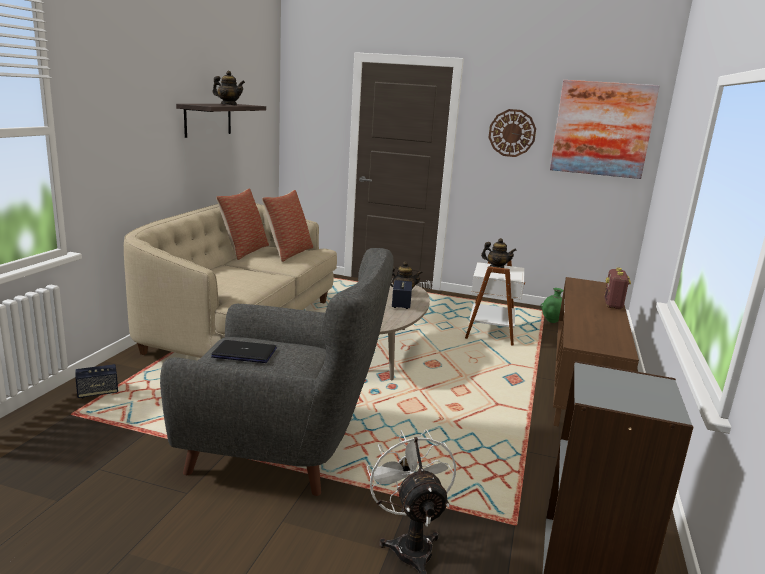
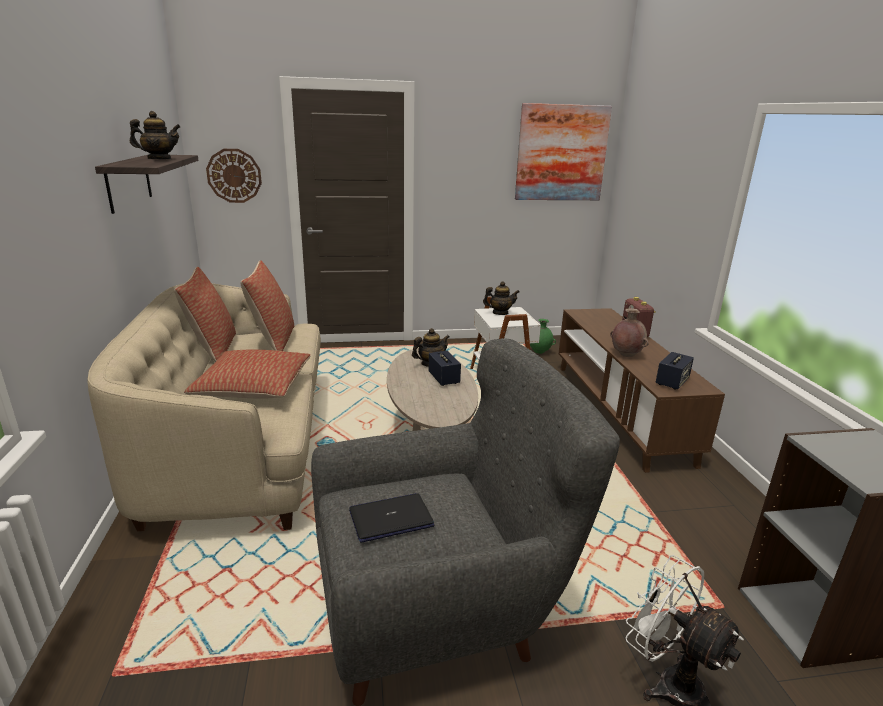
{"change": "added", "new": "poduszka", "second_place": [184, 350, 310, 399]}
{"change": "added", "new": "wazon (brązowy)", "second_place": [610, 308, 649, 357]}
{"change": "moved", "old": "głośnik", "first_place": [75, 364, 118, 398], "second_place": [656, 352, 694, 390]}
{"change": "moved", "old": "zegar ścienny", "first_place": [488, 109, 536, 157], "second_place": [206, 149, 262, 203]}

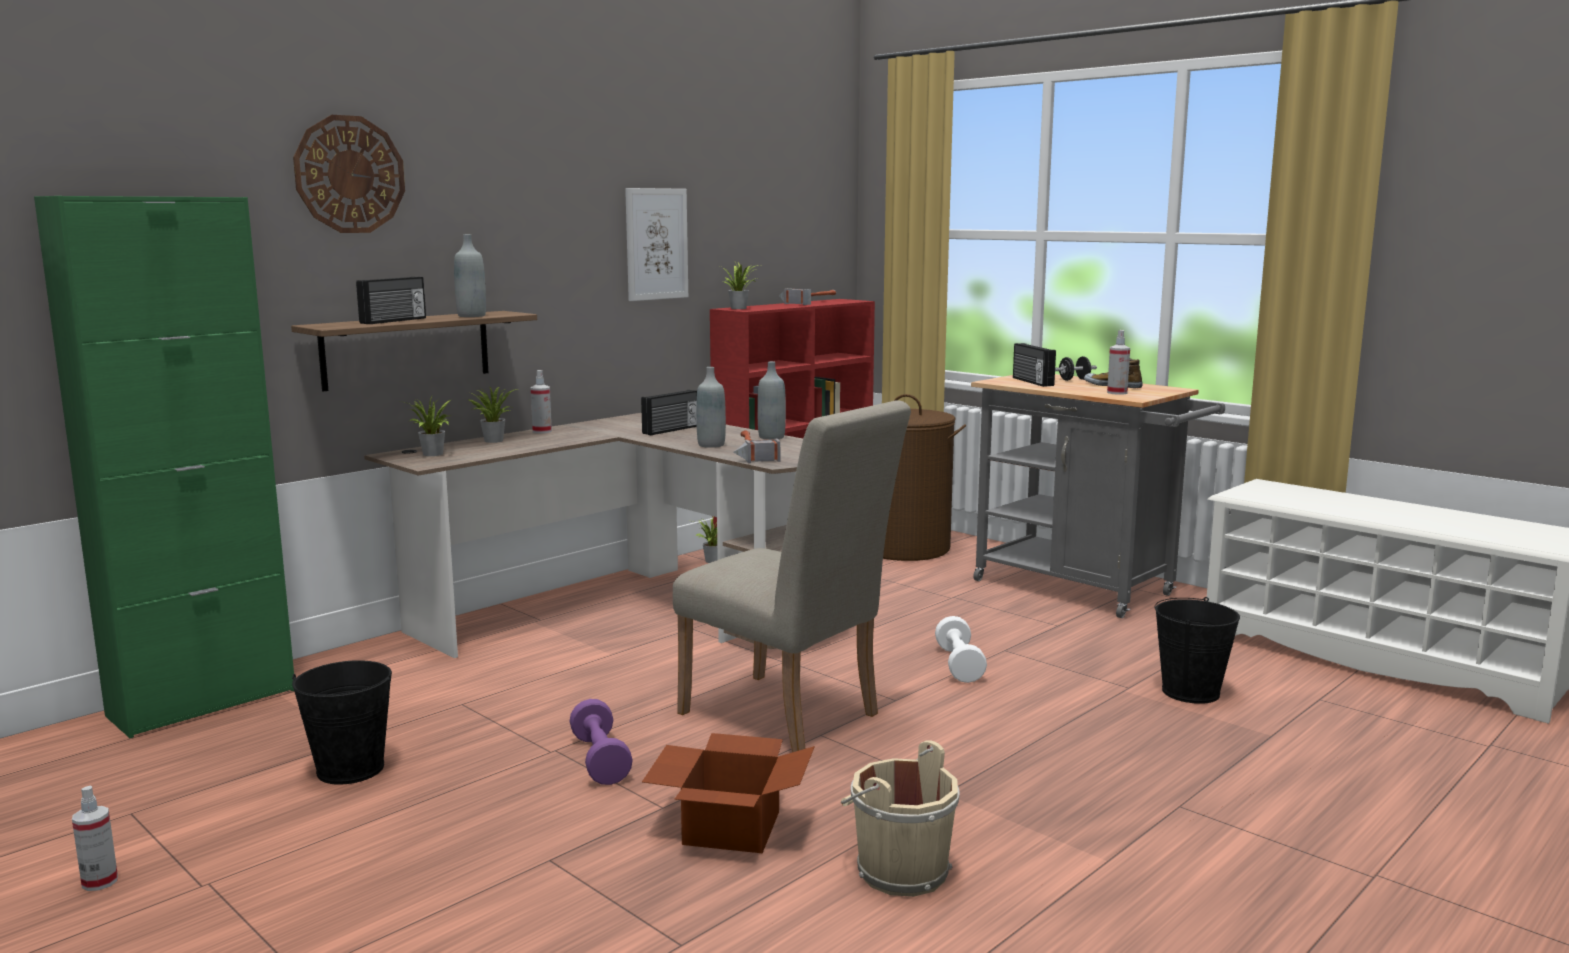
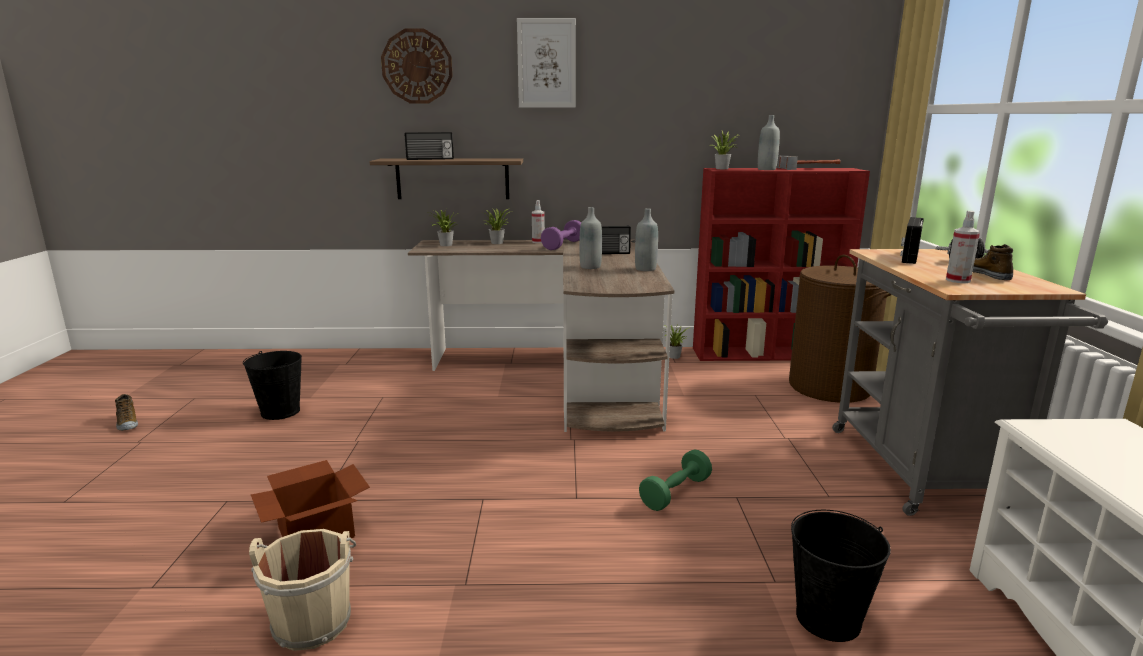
{"change": "removed", "old": "szafka (zielony)", "first_place": [34, 196, 294, 738]}
{"change": "removed", "old": "krzesło (beżowy)", "first_place": [673, 400, 911, 752]}
{"change": "removed", "old": "młotek", "first_place": [733, 430, 780, 463]}
{"change": "moved", "old": "butelka (szary)", "first_place": [454, 234, 486, 317], "second_place": [758, 115, 780, 170]}
{"change": "moved", "old": "hantel (fioletowy)", "first_place": [569, 699, 633, 785], "second_place": [541, 220, 581, 250]}
{"change": "moved", "old": "obraz", "first_place": [625, 188, 688, 301], "second_place": [517, 18, 576, 108]}
{"change": "replaced", "old": "spryskiwacz", "new": "but", "first_place": [72, 786, 118, 891], "second_place": [115, 394, 138, 431]}
{"change": "recoloured", "old": "hantel (biały)", "new": "hantel (zielony)", "first_place": [935, 616, 987, 683], "second_place": [639, 449, 712, 511]}

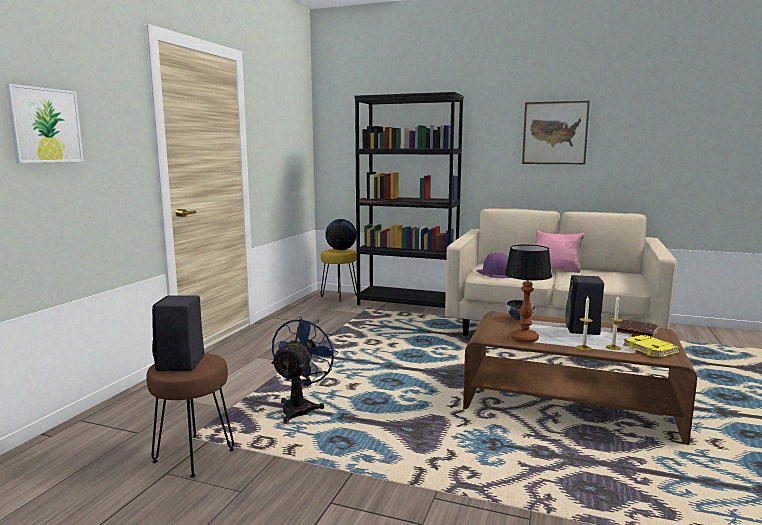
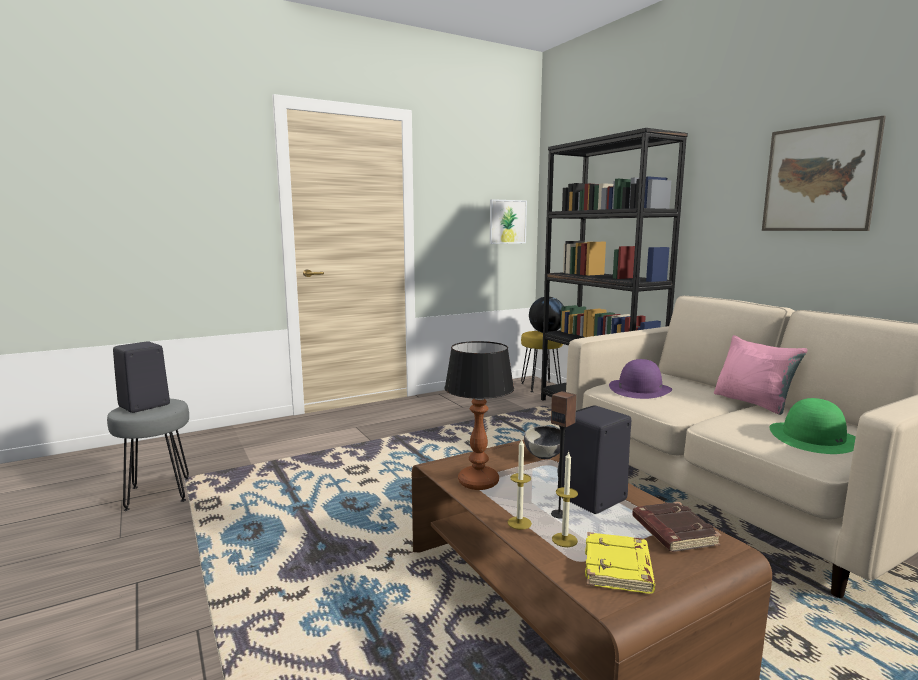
{"change": "removed", "old": "wentylator (niebieski)", "first_place": [271, 316, 339, 423]}
{"change": "added", "new": "głośnik", "second_place": [551, 391, 577, 519]}
{"change": "added", "new": "kapelusz (zielony)", "second_place": [769, 398, 856, 454]}
{"change": "moved", "old": "obraz", "first_place": [6, 84, 84, 163], "second_place": [490, 199, 527, 244]}
{"change": "recoloured", "old": "stołek (brązowy)", "new": "stołek (szary)", "first_place": [146, 353, 234, 478], "second_place": [107, 399, 189, 511]}

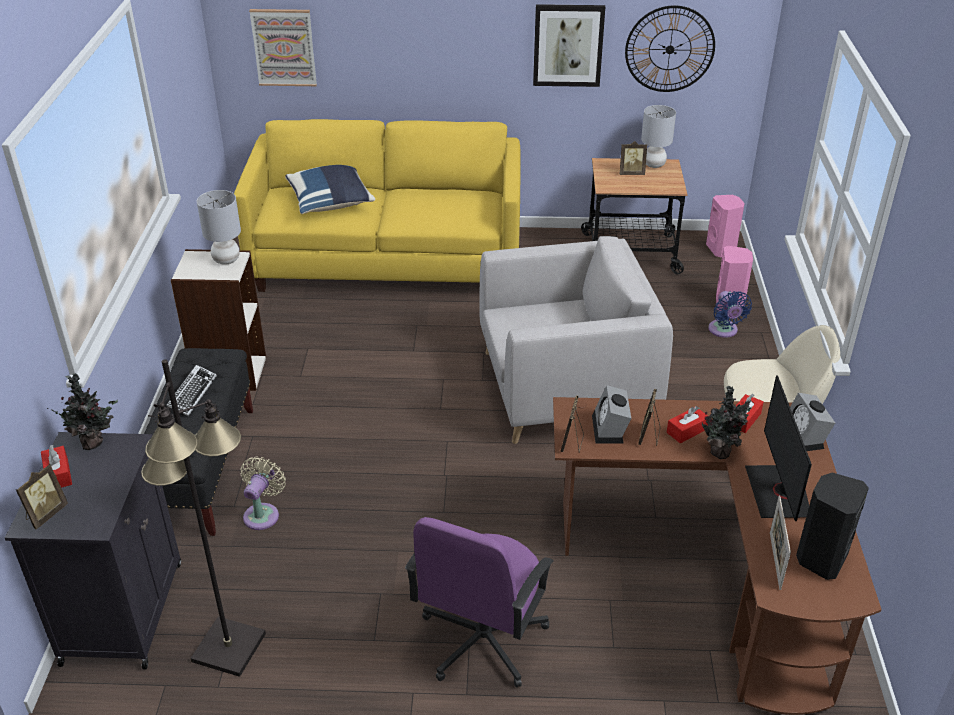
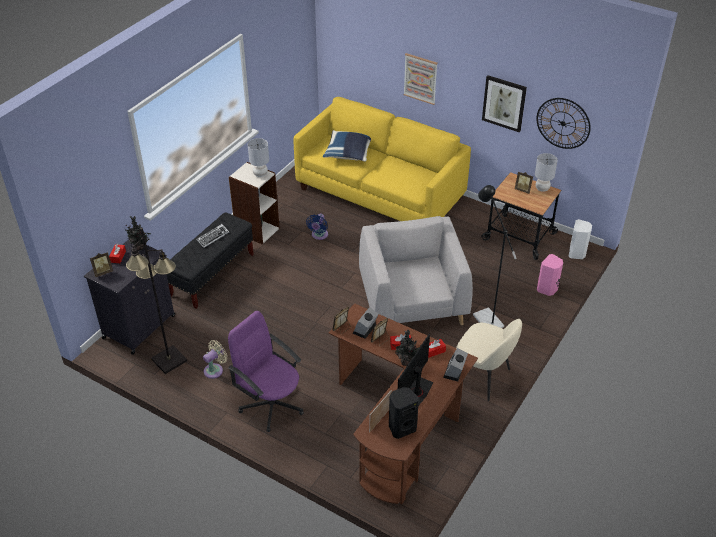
{"change": "added", "new": "lampa stojąca (czarny)", "second_place": [473, 185, 517, 328]}
{"change": "moved", "old": "wentylator (beżowy)", "first_place": [240, 457, 286, 530], "second_place": [203, 340, 227, 379]}
{"change": "moved", "old": "obraz", "first_place": [249, 9, 317, 86], "second_place": [403, 53, 438, 105]}
{"change": "moved", "old": "wentylator (niebieski)", "first_place": [709, 291, 752, 338], "second_place": [306, 213, 328, 240]}
{"change": "recoloured", "old": "głośnik (różowy)", "new": "głośnik (biały)", "first_place": [706, 195, 745, 257], "second_place": [569, 219, 592, 259]}
{"change": "turned", "old": "krzesło biurowe (fioletowy)", "first_place": [405, 517, 554, 687], "second_place": [228, 311, 304, 432], "degrees": 75}
{"change": "turned", "old": "fotel (szary)", "first_place": [479, 236, 673, 444], "second_place": [359, 216, 473, 325], "degrees": -120}

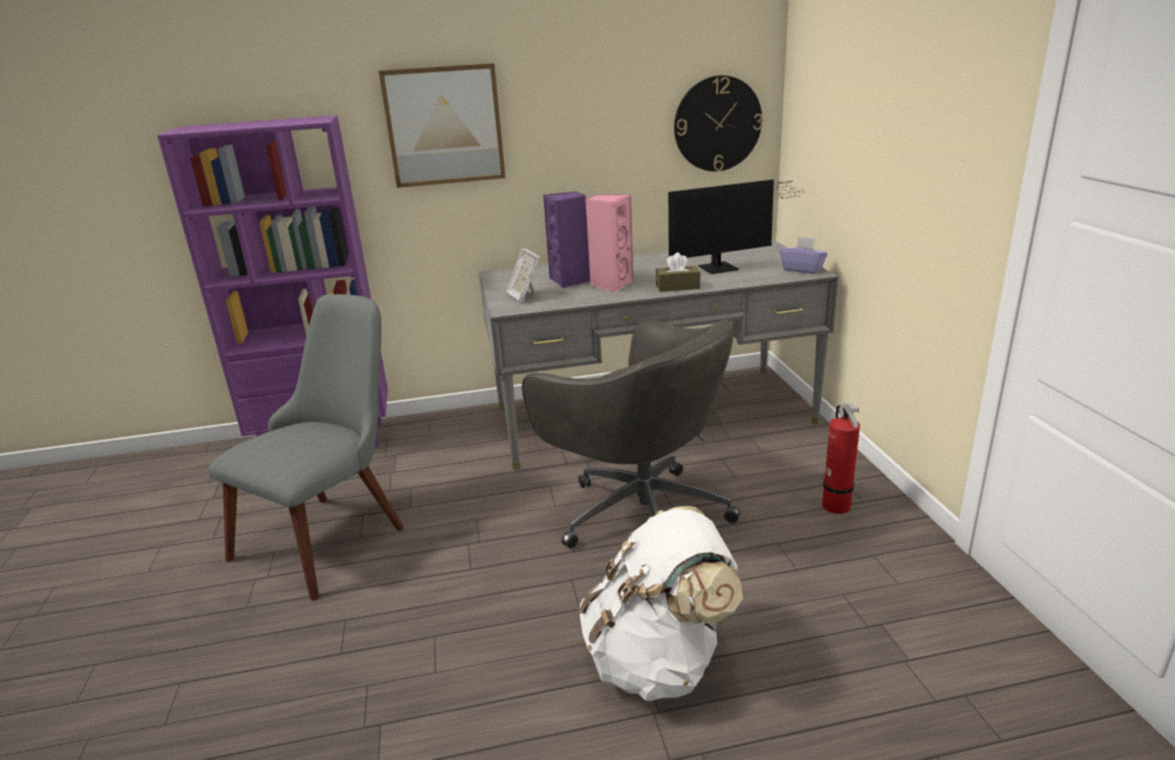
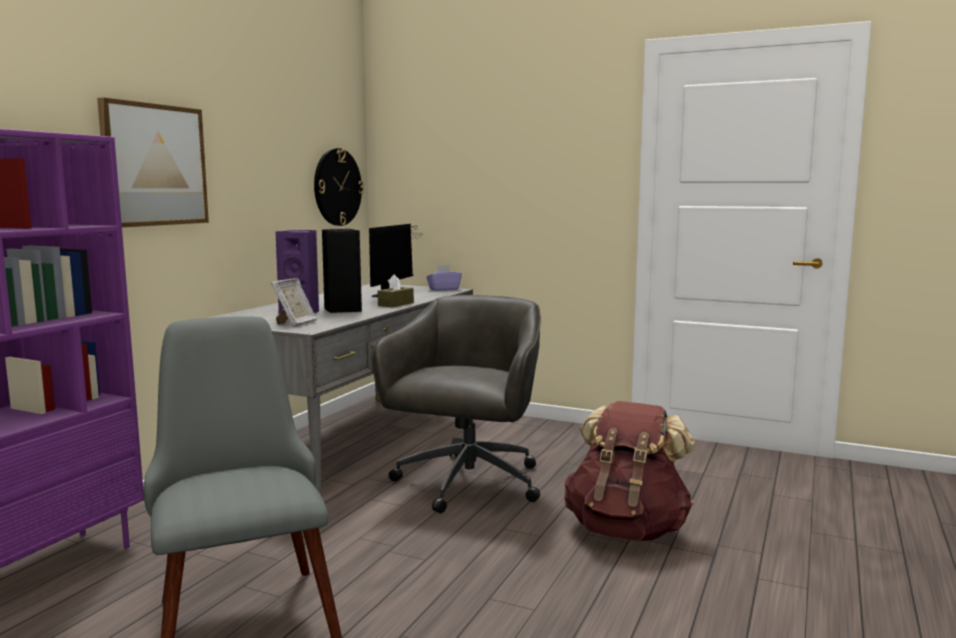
{"change": "removed", "old": "gaśnica", "first_place": [822, 402, 860, 514]}
{"change": "recoloured", "old": "plecak (biały)", "new": "plecak (brązowy)", "first_place": [579, 506, 743, 701], "second_place": [564, 401, 695, 541]}
{"change": "recoloured", "old": "głośnik (różowy)", "new": "głośnik (czarny)", "first_place": [585, 194, 633, 292], "second_place": [322, 229, 362, 313]}
{"change": "turned", "old": "ramka na zdjęcie", "first_place": [506, 248, 540, 303], "second_place": [271, 278, 317, 327], "degrees": -75}
{"change": "turned", "old": "krzesło biurowe (szary)", "first_place": [522, 320, 740, 548], "second_place": [371, 295, 541, 513], "degrees": -60}

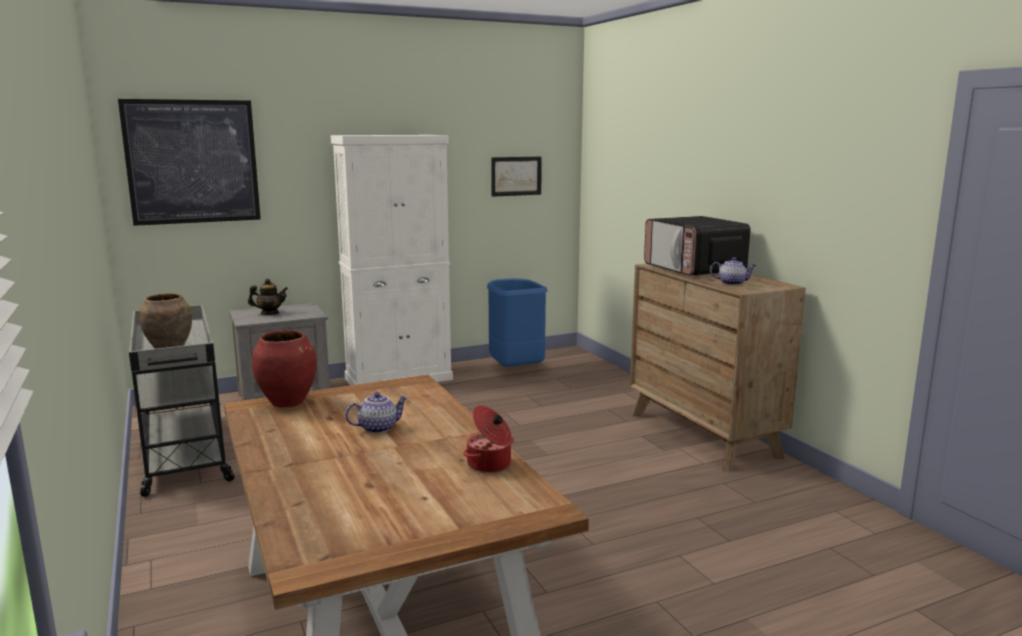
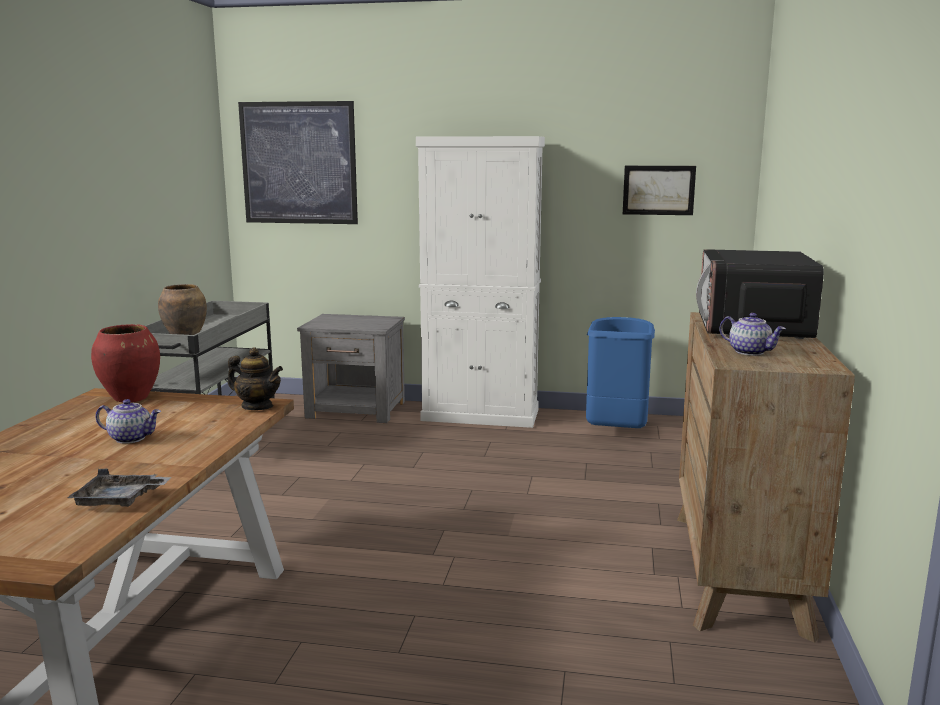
{"change": "moved", "old": "imbryk", "first_place": [248, 279, 288, 315], "second_place": [228, 347, 283, 410]}
{"change": "replaced", "old": "garnek", "new": "taca (szary)", "first_place": [463, 405, 514, 473], "second_place": [67, 469, 171, 507]}

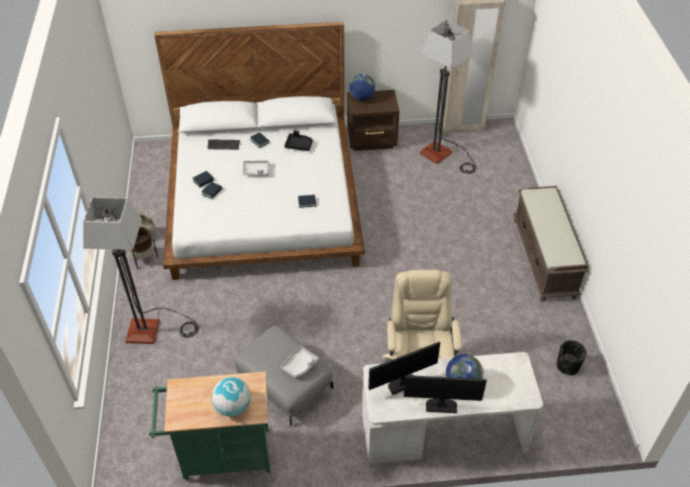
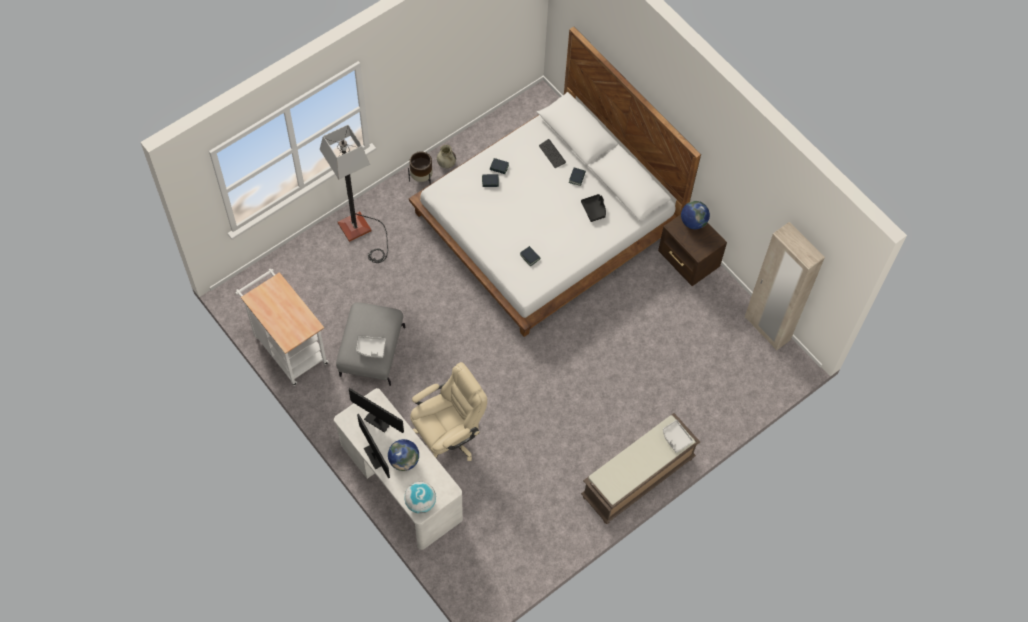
{"change": "removed", "old": "lampa stojąca", "first_place": [420, 20, 476, 174]}
{"change": "removed", "old": "donica (czarny)", "first_place": [557, 340, 587, 375]}
{"change": "moved", "old": "globus", "first_place": [211, 377, 251, 417], "second_place": [404, 482, 436, 514]}
{"change": "moved", "old": "taca (szary)", "first_place": [242, 160, 269, 177], "second_place": [663, 420, 693, 453]}
{"change": "recoloured", "old": "wózek (zielony)", "new": "wózek (biały)", "first_place": [149, 371, 271, 481], "second_place": [235, 269, 329, 386]}

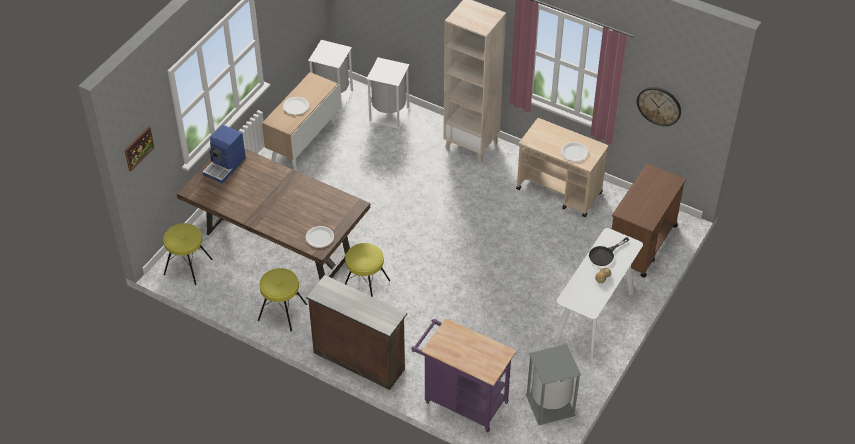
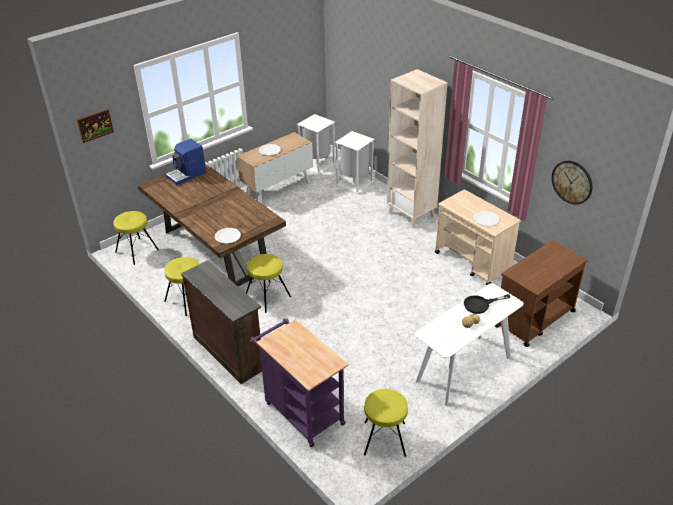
{"change": "replaced", "old": "kosz na śmieci (szary)", "new": "stołek (żółty)", "first_place": [526, 344, 581, 425], "second_place": [364, 389, 408, 457]}

